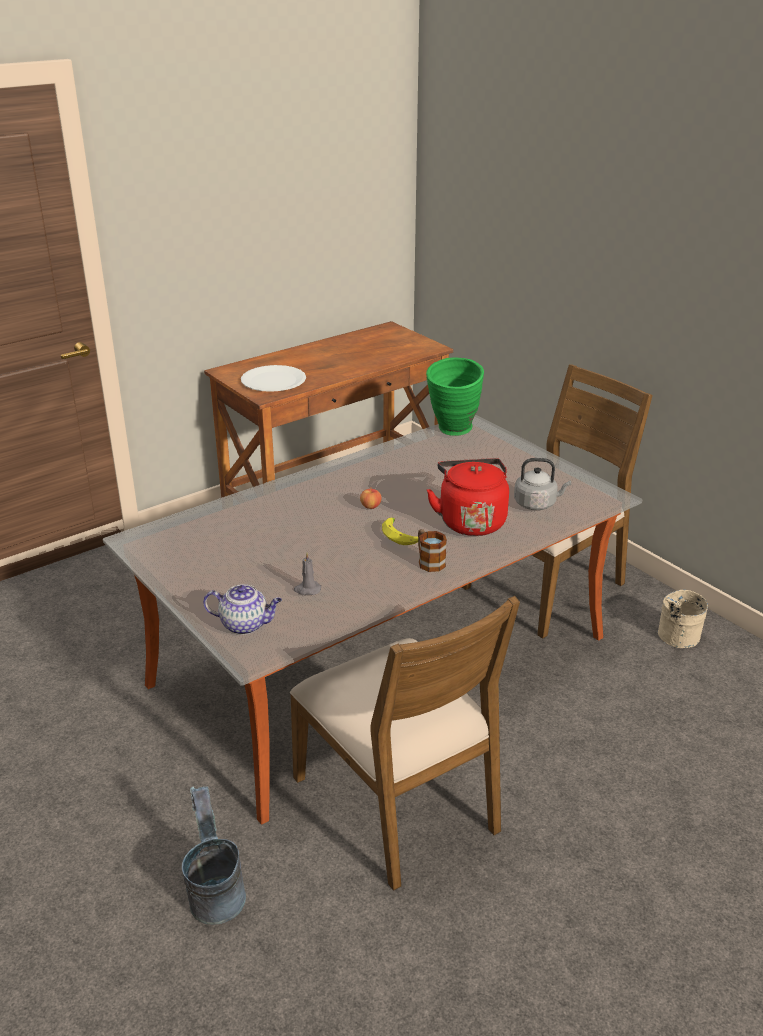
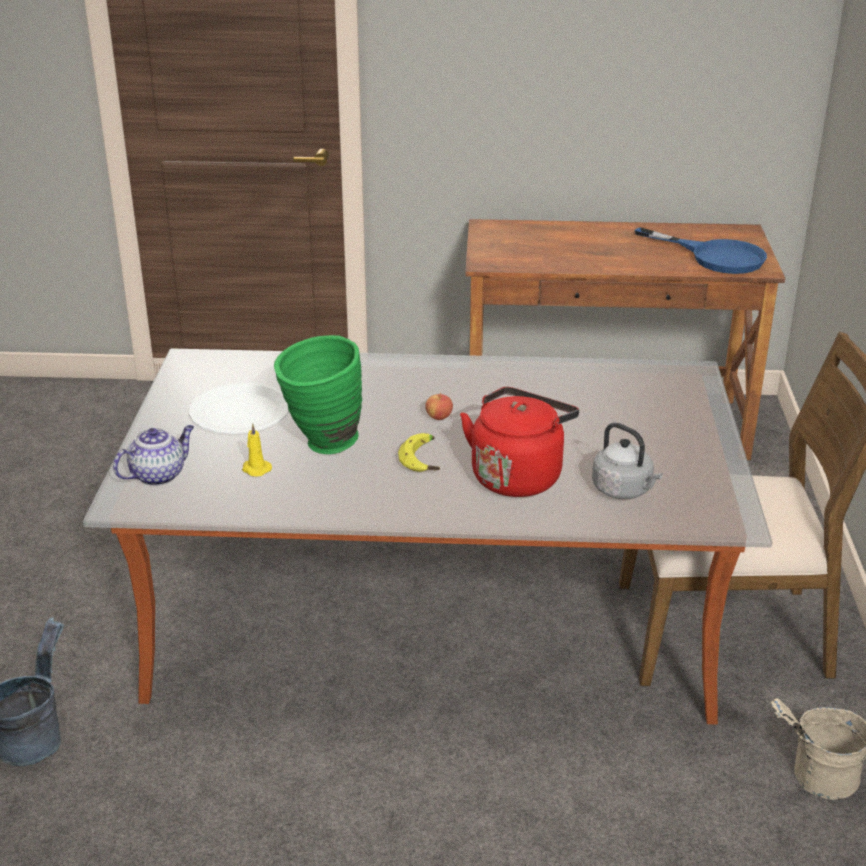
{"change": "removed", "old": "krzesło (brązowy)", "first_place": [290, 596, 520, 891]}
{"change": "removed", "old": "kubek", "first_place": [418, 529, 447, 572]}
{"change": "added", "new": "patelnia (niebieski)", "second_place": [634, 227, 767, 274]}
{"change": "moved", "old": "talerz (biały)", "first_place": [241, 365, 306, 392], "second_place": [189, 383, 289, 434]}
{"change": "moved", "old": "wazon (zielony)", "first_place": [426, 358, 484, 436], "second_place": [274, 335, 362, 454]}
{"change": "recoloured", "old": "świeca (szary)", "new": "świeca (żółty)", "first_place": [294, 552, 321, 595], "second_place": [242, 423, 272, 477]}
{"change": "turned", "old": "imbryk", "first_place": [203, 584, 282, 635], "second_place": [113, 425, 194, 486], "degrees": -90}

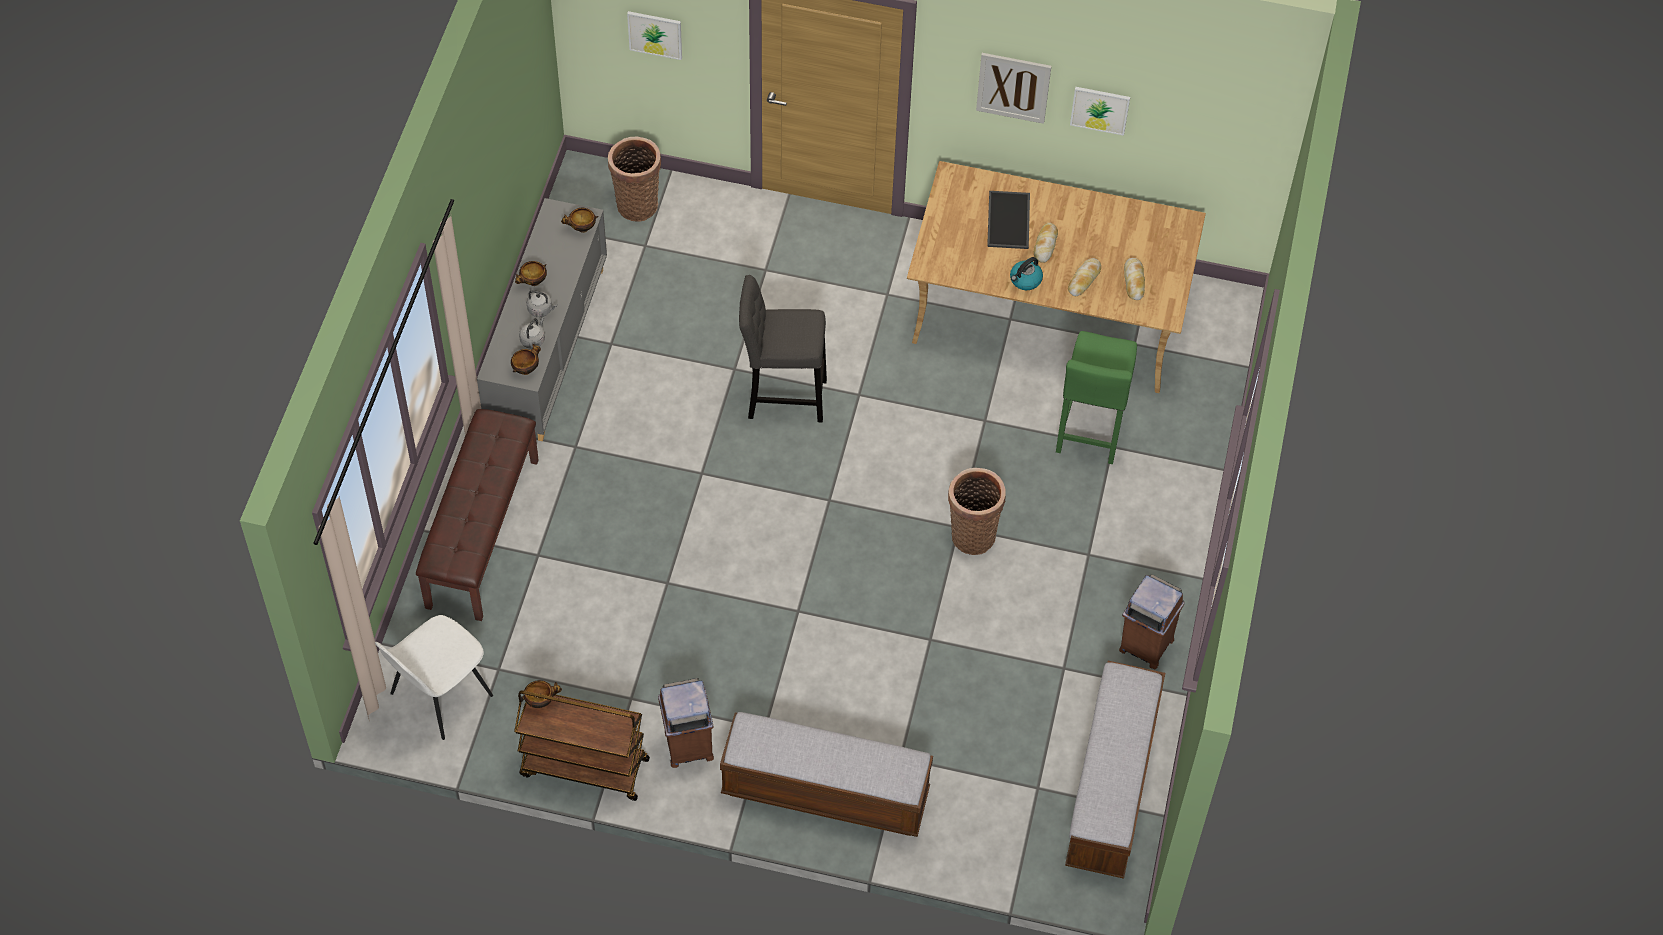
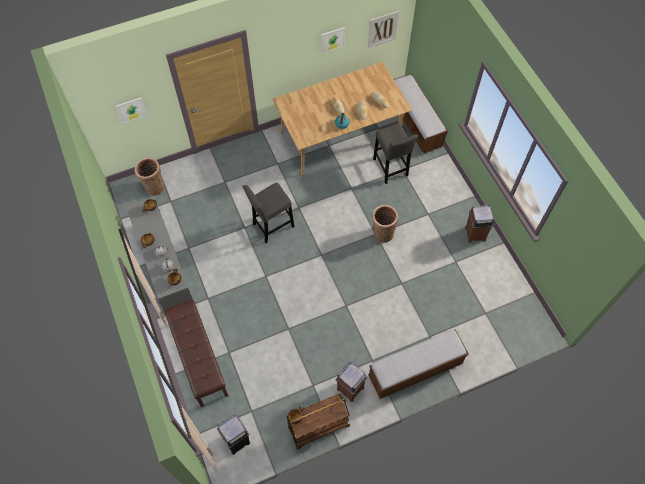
{"change": "removed", "old": "taca", "first_place": [987, 191, 1030, 249]}
{"change": "moved", "old": "obraz", "first_place": [976, 53, 1051, 124], "second_place": [368, 11, 399, 48]}
{"change": "moved", "old": "ławka", "first_place": [1065, 661, 1165, 879], "second_place": [394, 74, 448, 154]}
{"change": "replaced", "old": "krzesło (biały)", "new": "kosz na śmieci (brązowy)", "first_place": [375, 615, 493, 740], "second_place": [217, 415, 250, 455]}
{"change": "recoloured", "old": "stołek (zielony)", "new": "stołek (szary)", "first_place": [1056, 331, 1137, 464], "second_place": [373, 123, 418, 184]}

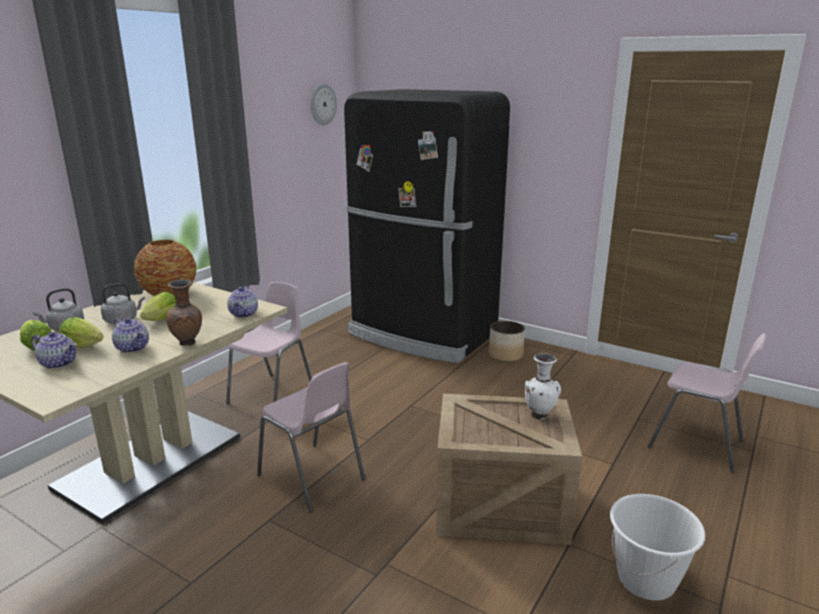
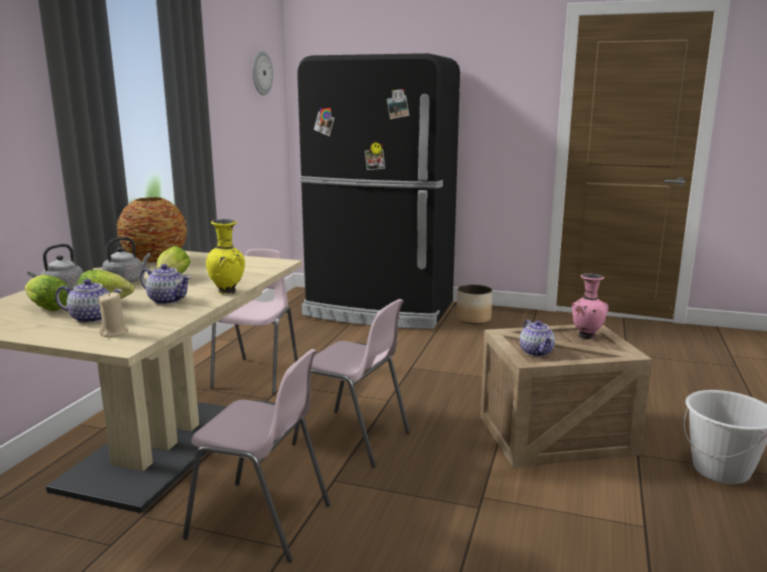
{"change": "added", "new": "świeca (beżowy)", "second_place": [98, 292, 129, 337]}
{"change": "moved", "old": "imbryk", "first_place": [227, 286, 258, 318], "second_place": [520, 319, 555, 357]}
{"change": "moved", "old": "krzesło (różowy)", "first_place": [648, 333, 766, 473], "second_place": [183, 349, 331, 562]}
{"change": "recoloured", "old": "wazon (brązowy)", "new": "wazon (żółty)", "first_place": [166, 279, 202, 346], "second_place": [206, 219, 245, 294]}
{"change": "recoloured", "old": "wazon (biały)", "new": "wazon (różowy)", "first_place": [525, 353, 561, 420], "second_place": [572, 274, 609, 339]}

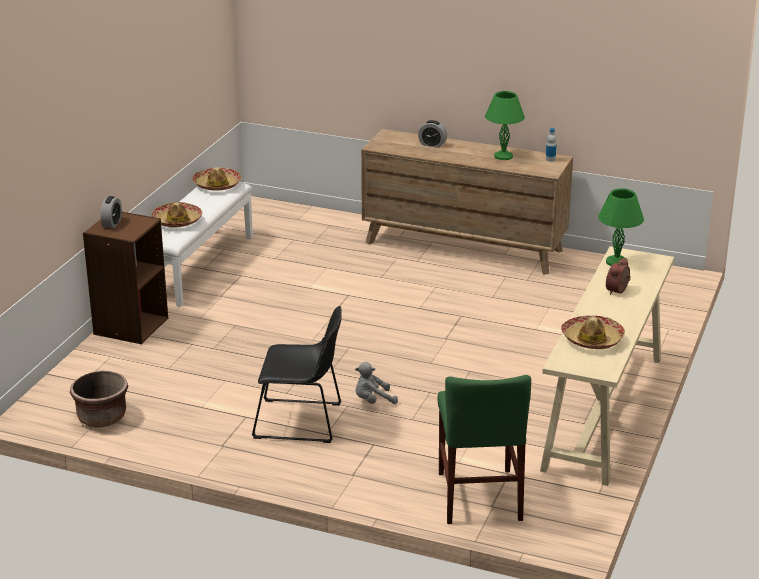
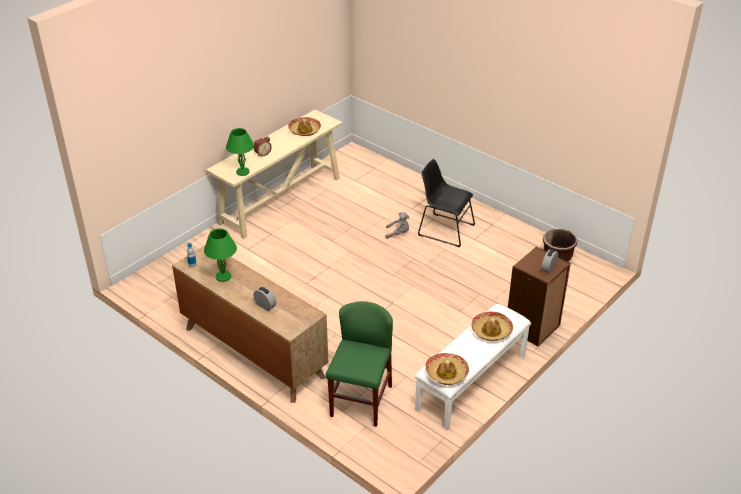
{"change": "moved", "old": "krzesło (zielony)", "first_place": [438, 375, 531, 524], "second_place": [326, 301, 393, 427]}

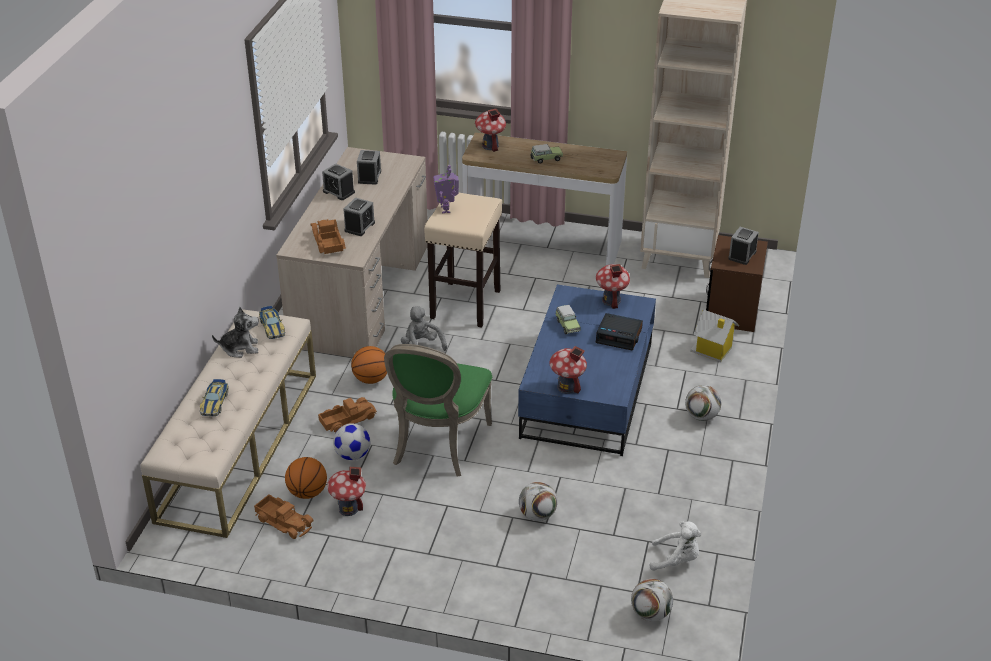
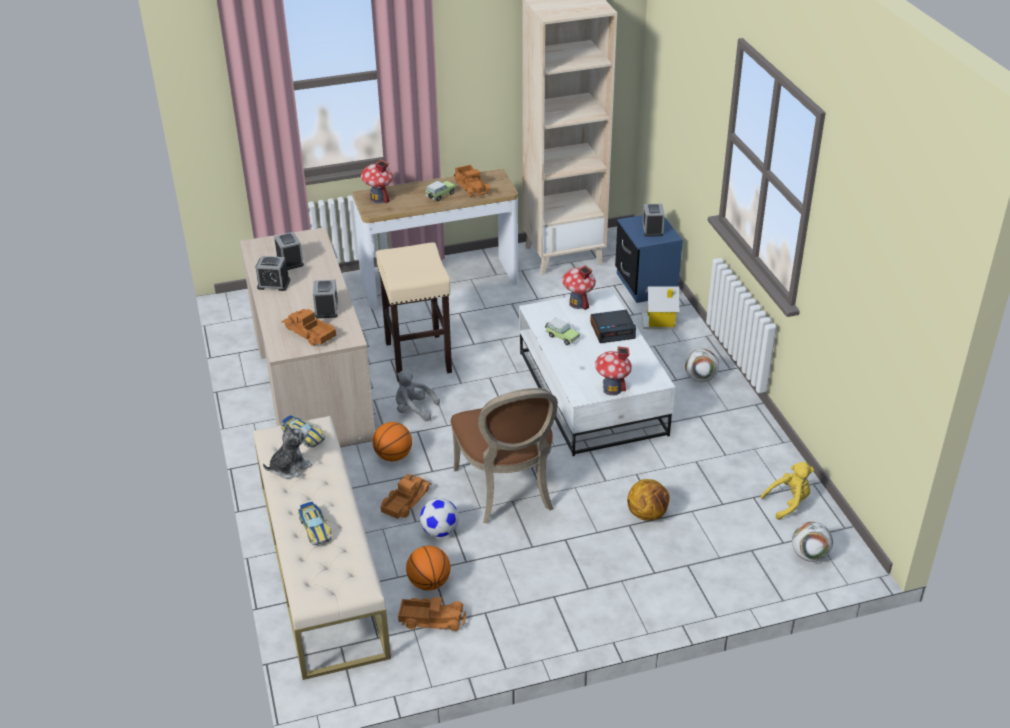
{"change": "removed", "old": "domek", "first_place": [327, 467, 366, 516]}
{"change": "removed", "old": "robot zabawkowy", "first_place": [433, 165, 459, 214]}
{"change": "added", "new": "ciężarówka zabawkowa", "second_place": [454, 165, 490, 197]}
{"change": "replaced", "old": "piłka futbolowa", "new": "piłka do koszykówki", "first_place": [519, 482, 558, 521], "second_place": [627, 479, 670, 521]}
{"change": "recoloured", "old": "krzesło (zielony)", "new": "krzesło (brązowy)", "first_place": [384, 344, 492, 476], "second_place": [450, 388, 558, 524]}
{"change": "recoloured", "old": "ława (niebieski)", "new": "ława (biały)", "first_place": [518, 284, 656, 456], "second_place": [519, 289, 675, 456]}
{"change": "recoloured", "old": "pluszak (biały)", "new": "pluszak (żółty)", "first_place": [650, 521, 701, 571], "second_place": [760, 462, 814, 520]}
{"change": "recoloured", "old": "szafka nocna (brązowy)", "new": "szafka nocna (niebieski)", "first_place": [706, 235, 768, 332], "second_place": [615, 215, 683, 303]}

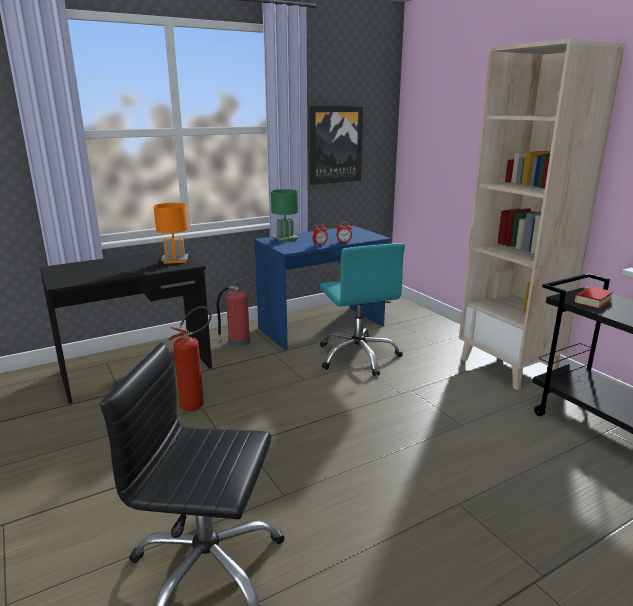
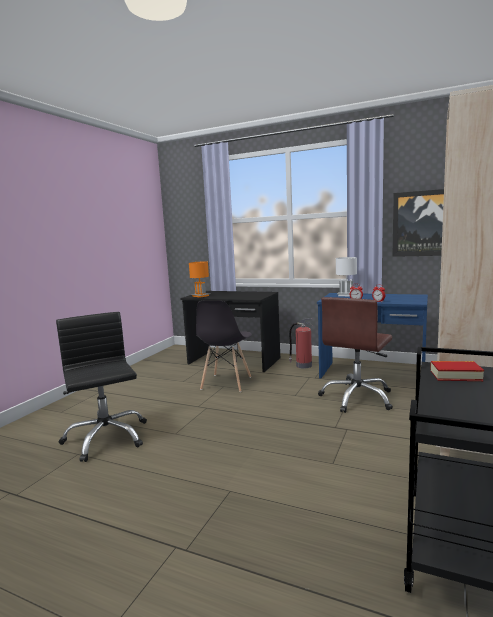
{"change": "moved", "old": "lampa stołowa (pomarańczowy)", "first_place": [154, 203, 188, 264], "second_place": [189, 261, 209, 298]}
{"change": "replaced", "old": "gaśnica", "new": "krzesło (szary)", "first_place": [169, 306, 212, 411], "second_place": [196, 301, 252, 392]}
{"change": "recoloured", "old": "lampa stołowa (zielony)", "new": "lampa stołowa (biały)", "first_place": [271, 189, 299, 242], "second_place": [336, 257, 357, 296]}
{"change": "recoloured", "old": "krzesło biurowe (turkusowy)", "new": "krzesło biurowe (brązowy)", "first_place": [320, 243, 405, 376], "second_place": [318, 297, 393, 413]}

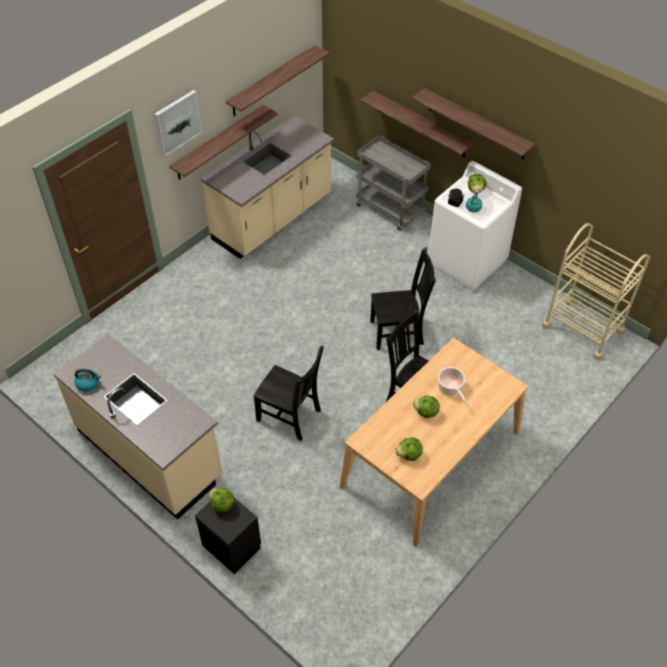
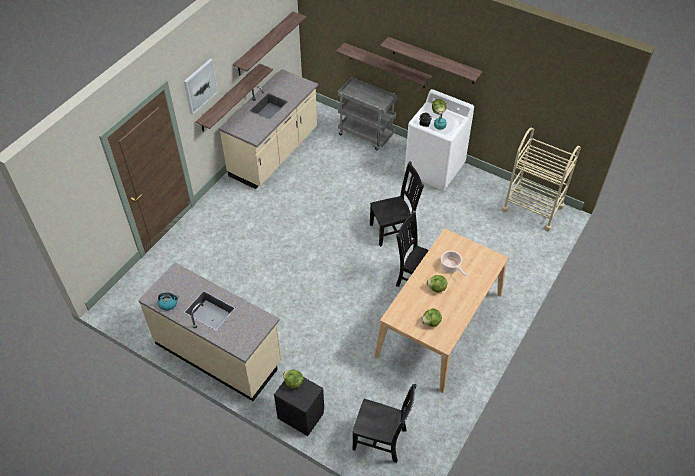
{"change": "moved", "old": "krzesło (czarny)", "first_place": [253, 346, 324, 441], "second_place": [352, 384, 416, 463]}

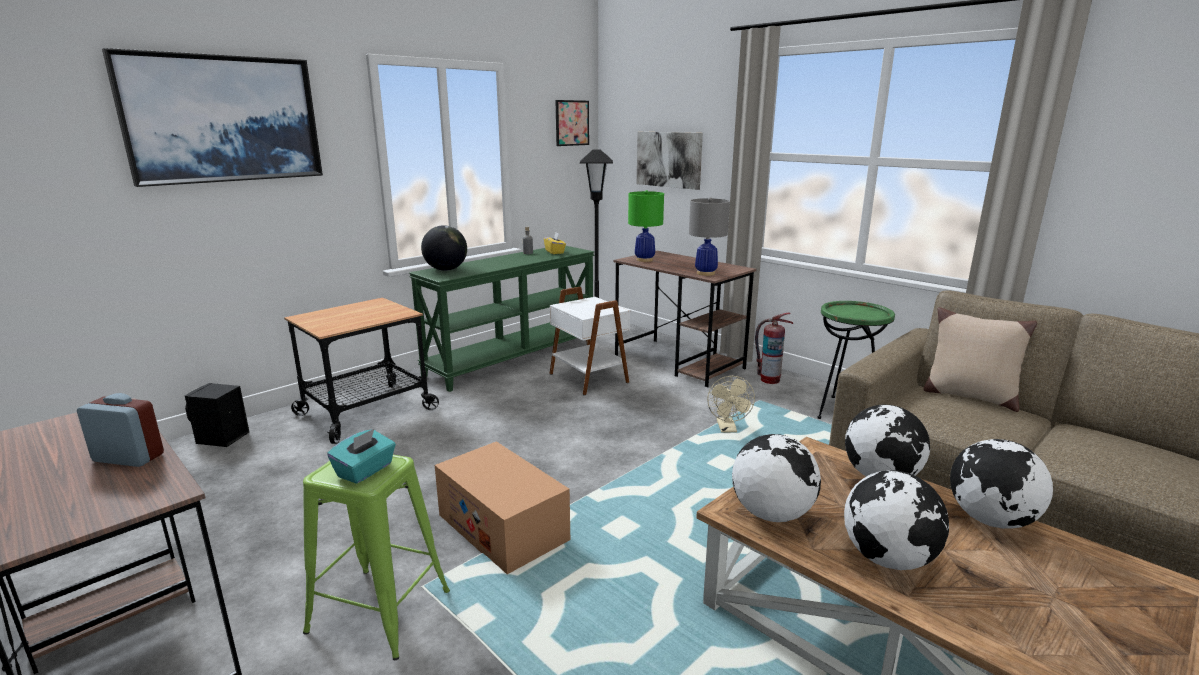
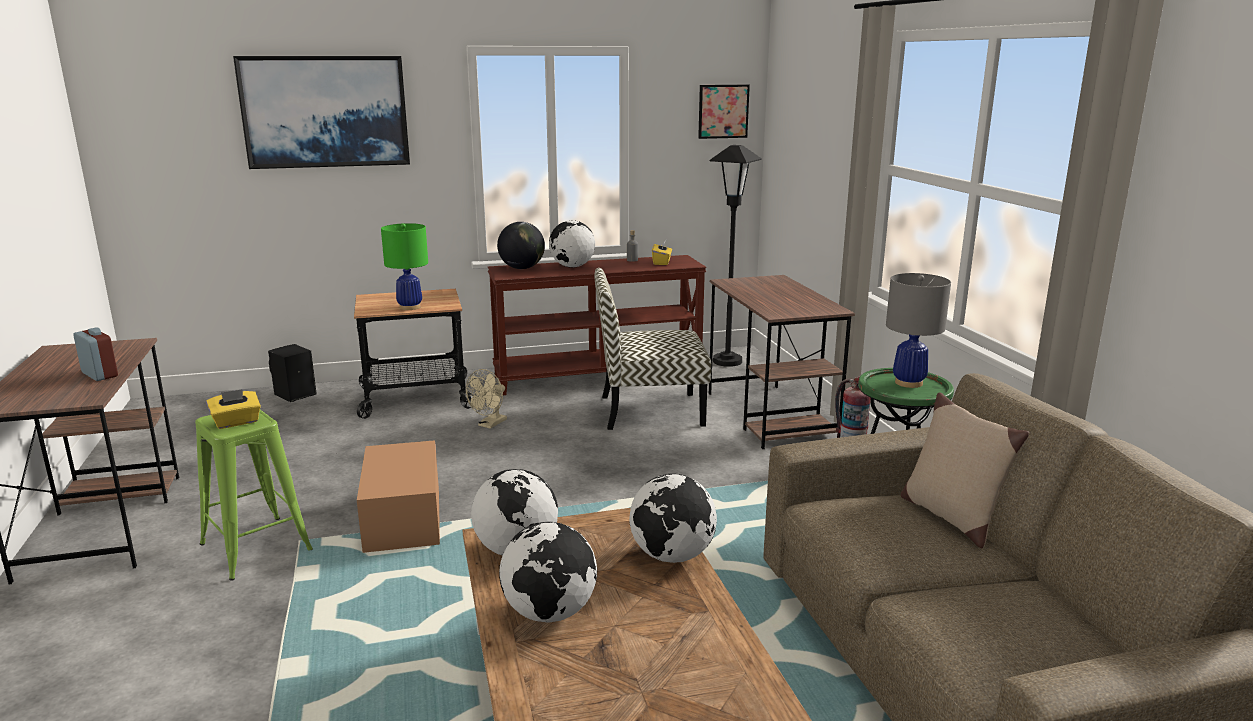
{"change": "removed", "old": "obraz", "first_place": [637, 132, 703, 190]}
{"change": "moved", "old": "lampa stołowa (zielony)", "first_place": [628, 190, 664, 262], "second_place": [381, 223, 428, 310]}
{"change": "moved", "old": "lampa stołowa (szary)", "first_place": [689, 197, 730, 276], "second_place": [886, 273, 951, 388]}
{"change": "moved", "old": "wentylator (beżowy)", "first_place": [707, 376, 755, 432], "second_place": [466, 369, 507, 429]}
{"change": "moved", "old": "globus", "first_place": [950, 439, 1053, 529], "second_place": [549, 220, 595, 268]}
{"change": "replaced", "old": "stolik (biały)", "new": "krzesło", "first_place": [550, 287, 630, 396], "second_place": [594, 268, 712, 430]}
{"change": "recoloured", "old": "pudełko chusteczek (turkusowy)", "new": "pudełko chusteczek (żółty)", "first_place": [327, 428, 396, 484], "second_place": [206, 389, 261, 429]}
{"change": "recoloured", "old": "stolik konsolowy (zielony)", "new": "stolik konsolowy (brązowy)", "first_place": [409, 246, 594, 392], "second_place": [488, 255, 707, 395]}

